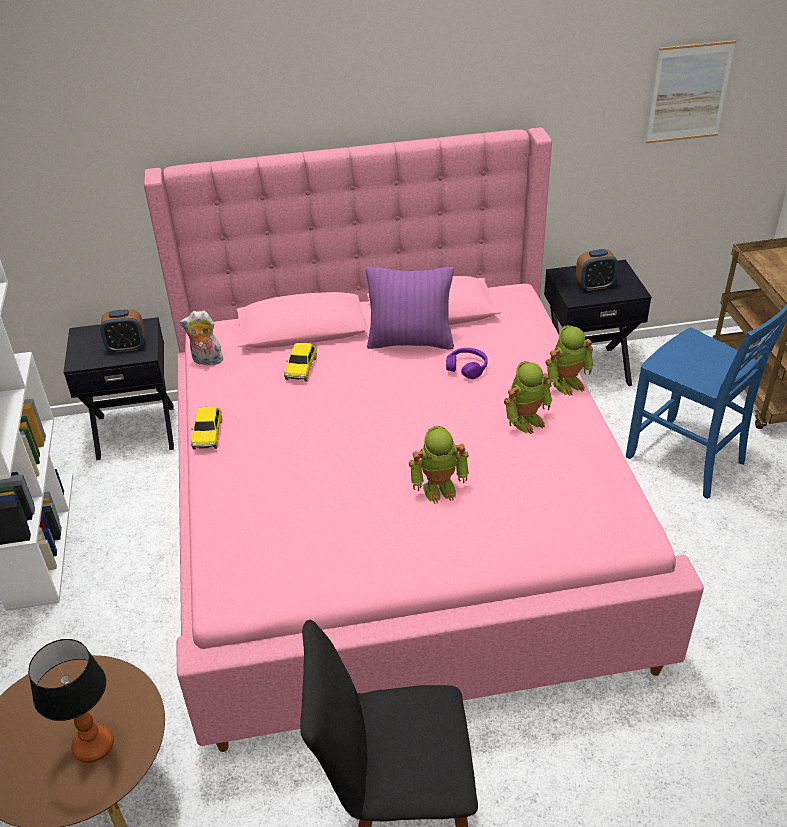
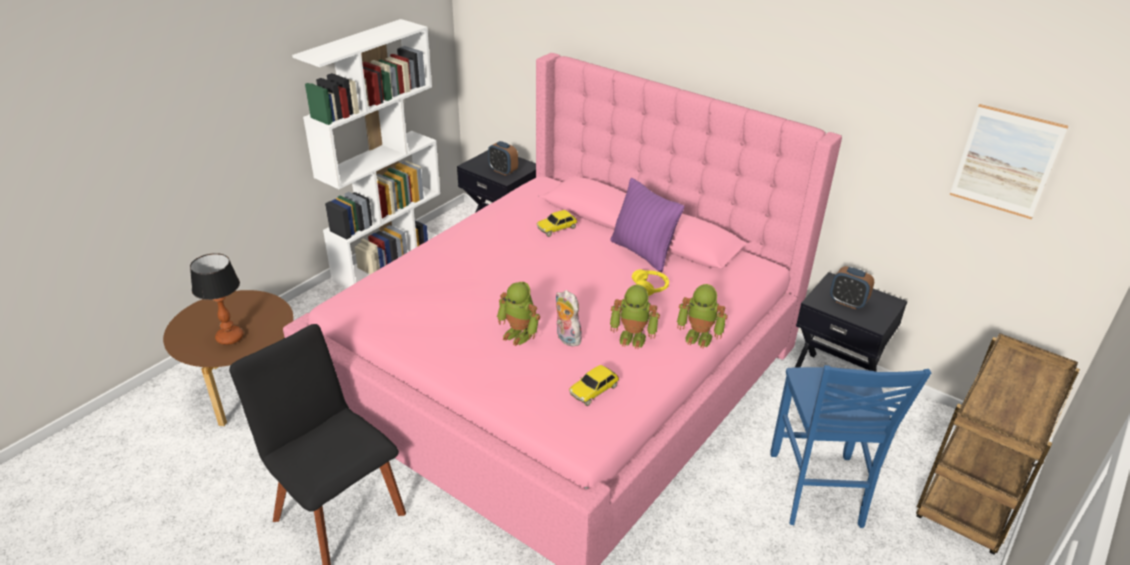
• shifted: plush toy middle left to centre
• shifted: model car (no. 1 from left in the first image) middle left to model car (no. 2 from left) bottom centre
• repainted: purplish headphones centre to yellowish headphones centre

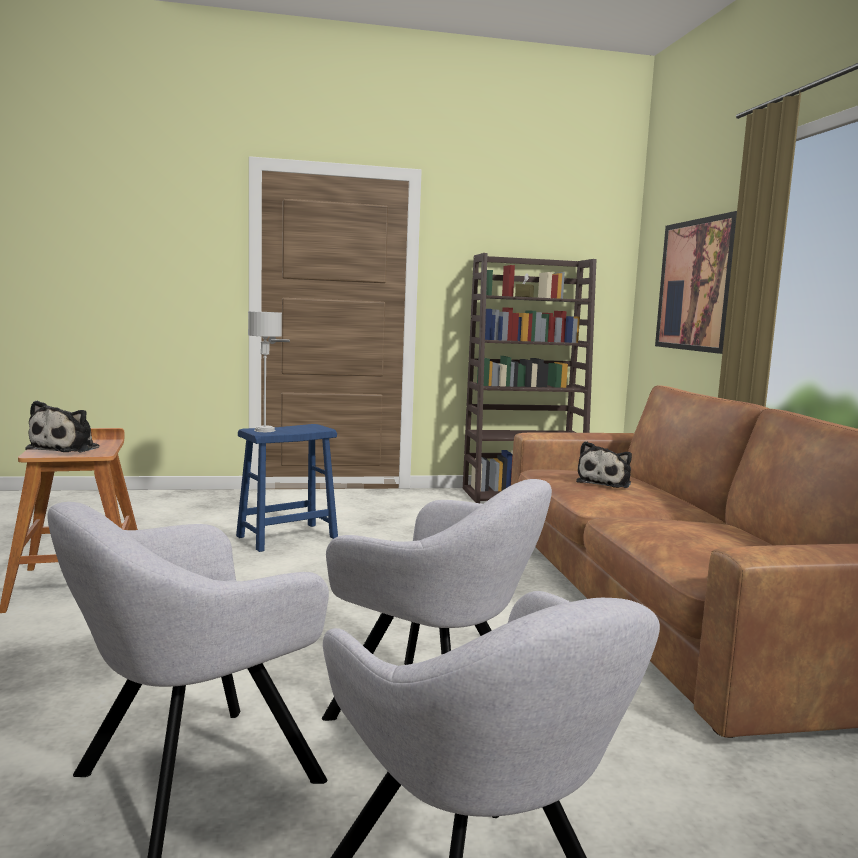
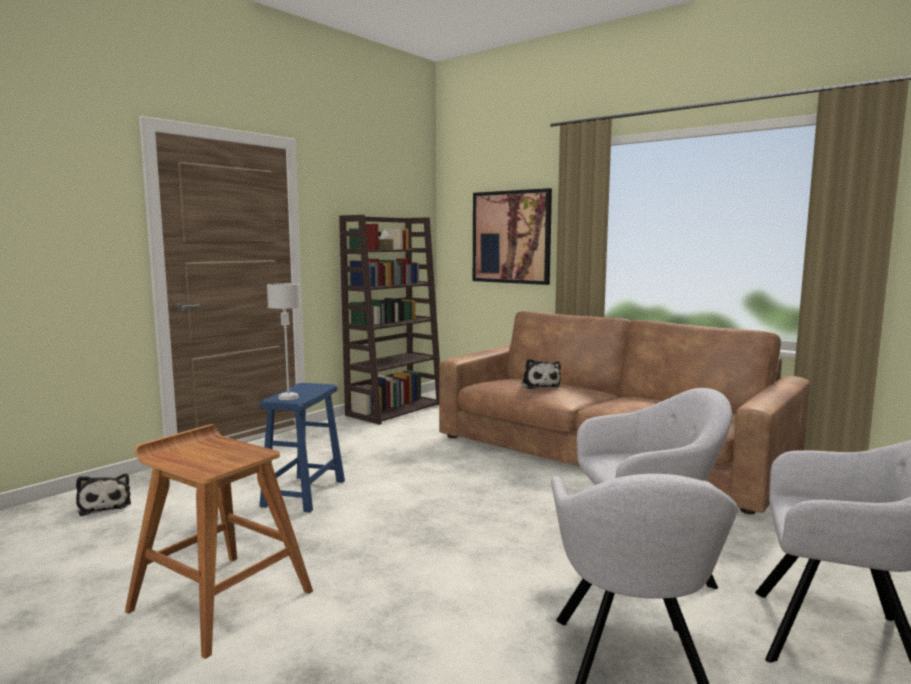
• shifted: plush toy (no. 1 from left) middle left to bottom left

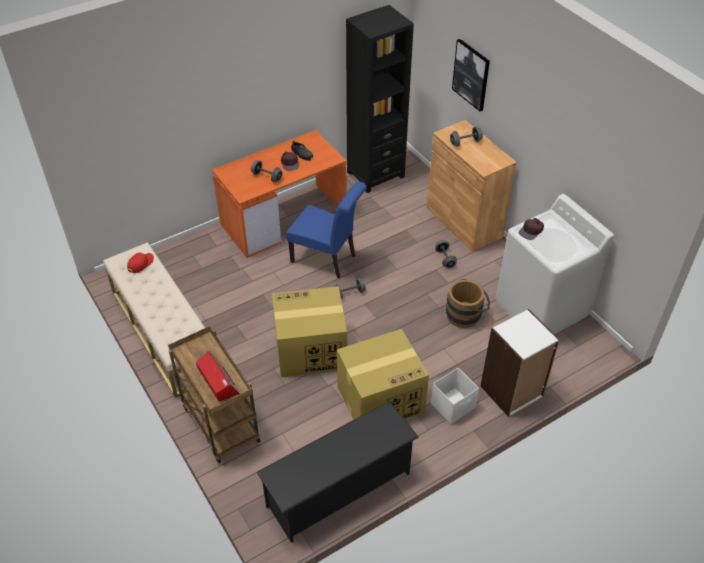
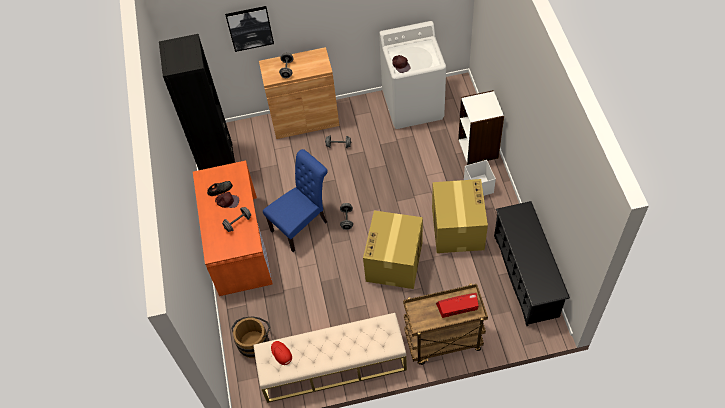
• shifted: brown-coloured bucket centre to bottom centre

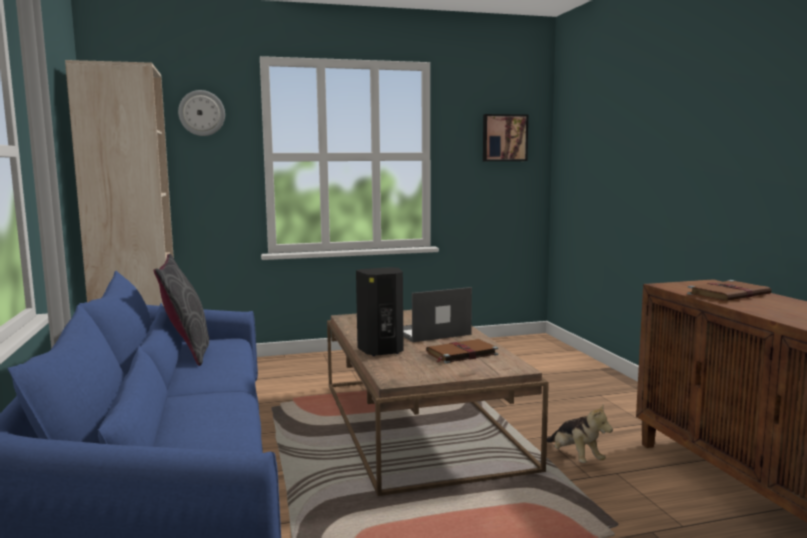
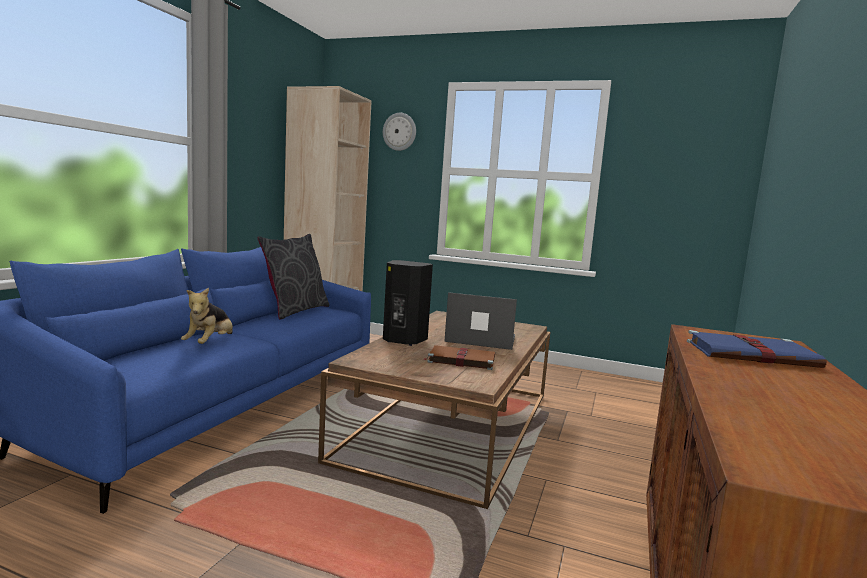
• gone: wall art top centre
• shifted: plush toy bottom right to middle left
• repainted: brown-coloured bound book (no. 2 from left) middle right to bluish bound book middle right

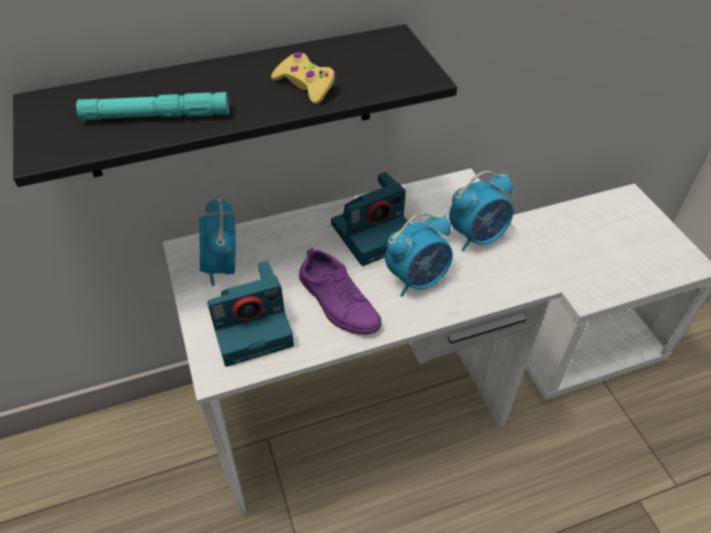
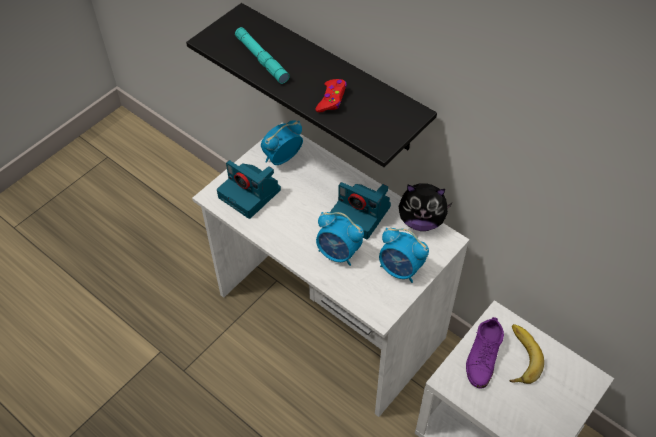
• new: plush toy centre
• new: banana fruit bottom right
• shifted: purplish item of footwear centre to bottom right
• repainted: yellowish game controller top centre to reddish game controller top centre

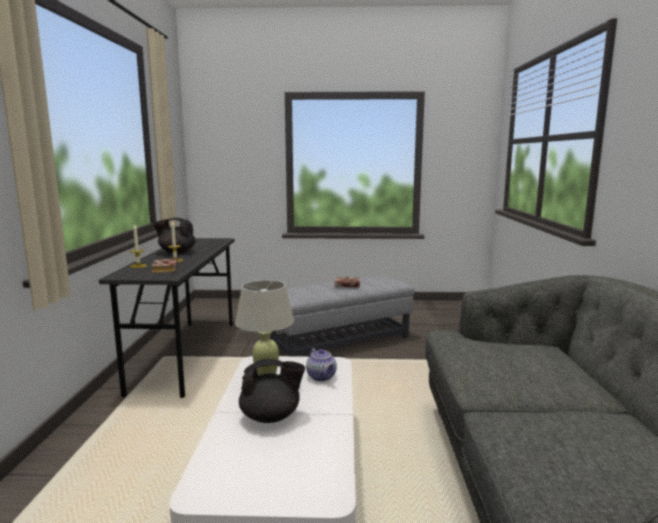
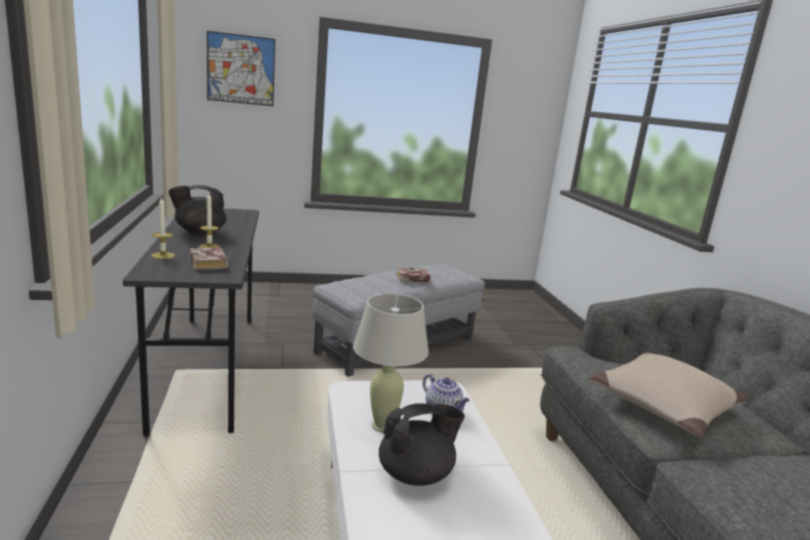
• new: wall art top left
• new: beige-coloured cushion bottom right

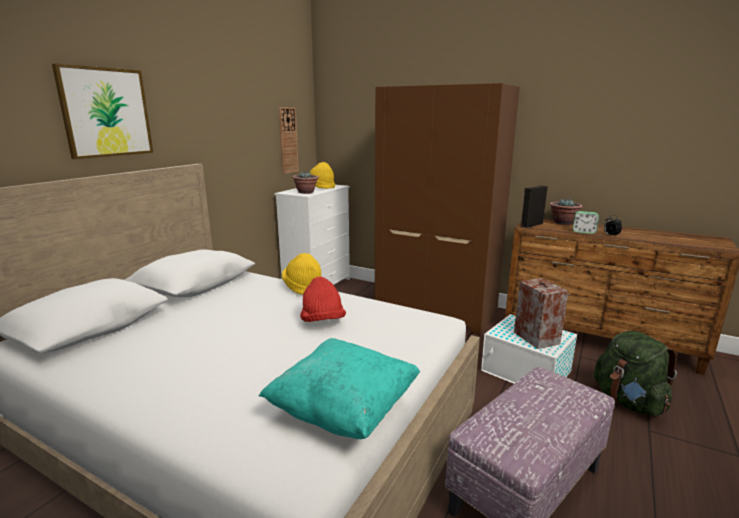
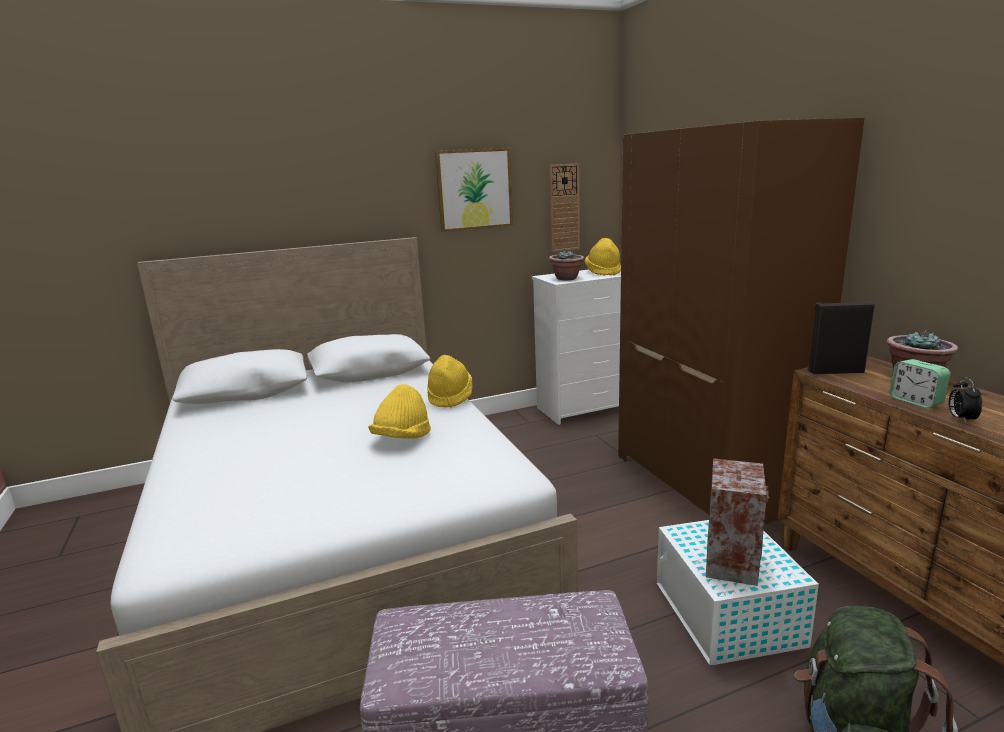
• gone: blue-green cushion bottom centre
• shifted: wall art top left to top centre
• repainted: reddish clothing hat centre to yellowish clothing hat (no. 1 from left) centre

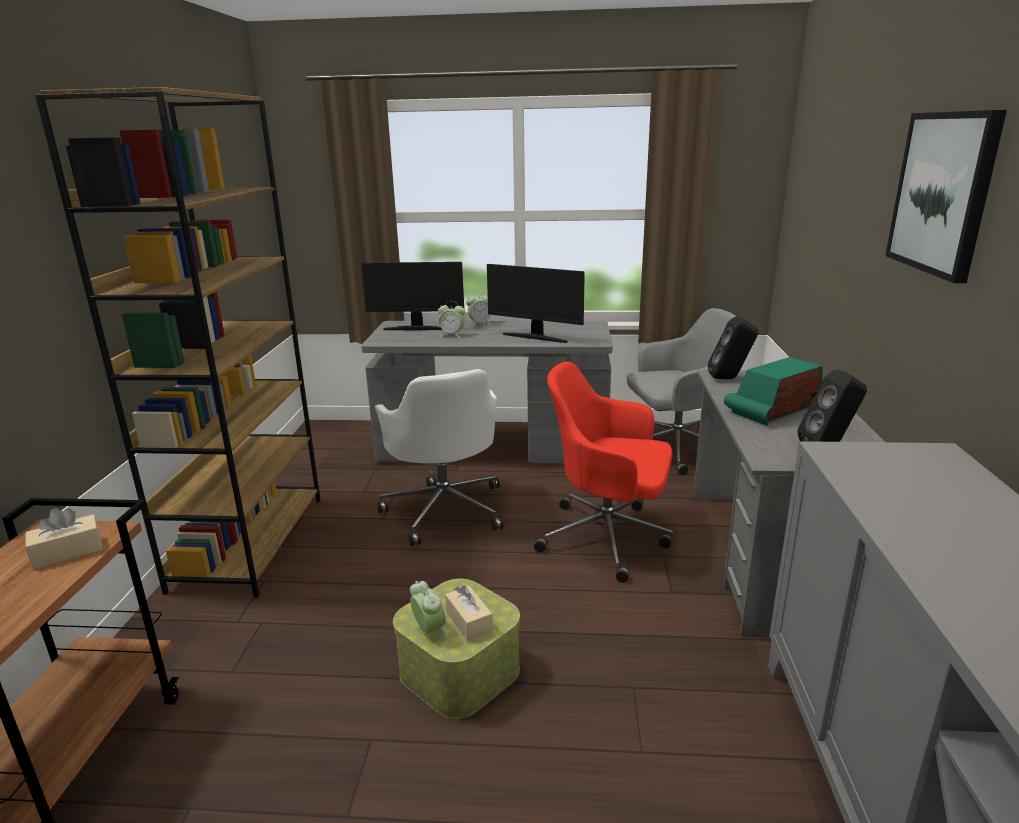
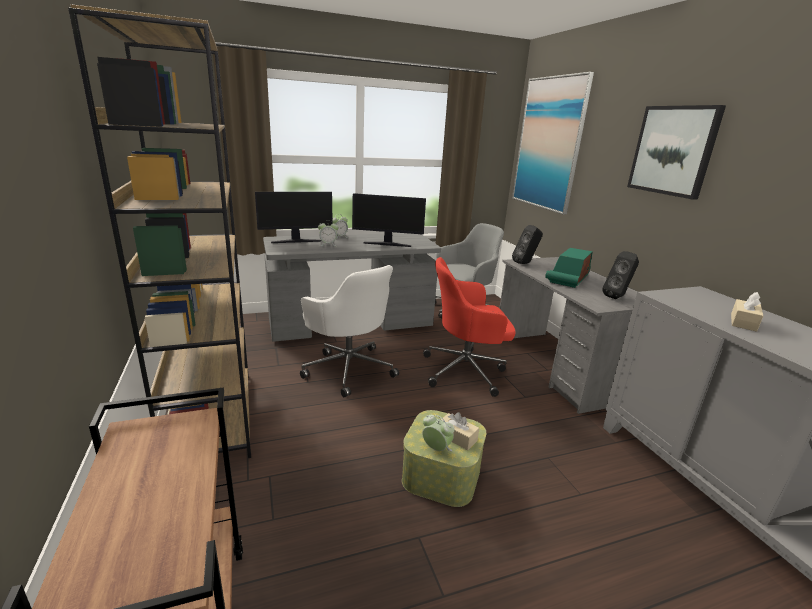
• new: wall art (no. 1 from left) top right
• shifted: beige-coloured tissue holder (no. 1 from left in the first image) middle left to beige-coloured tissue holder (no. 2 from left) middle right

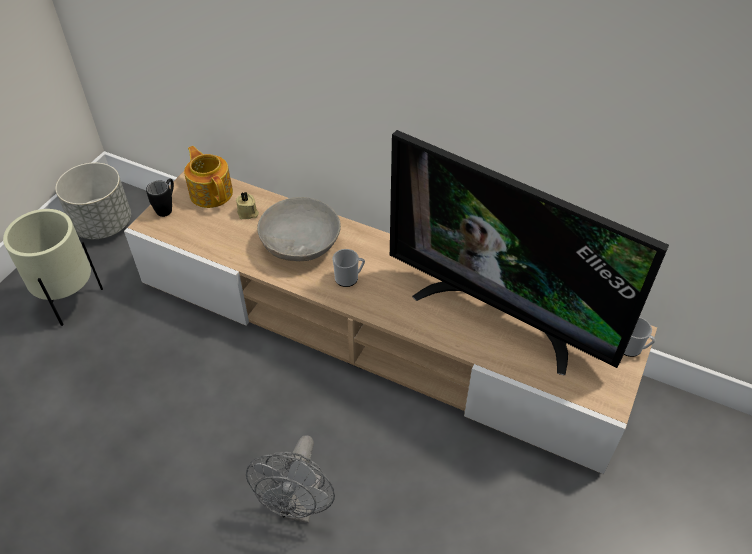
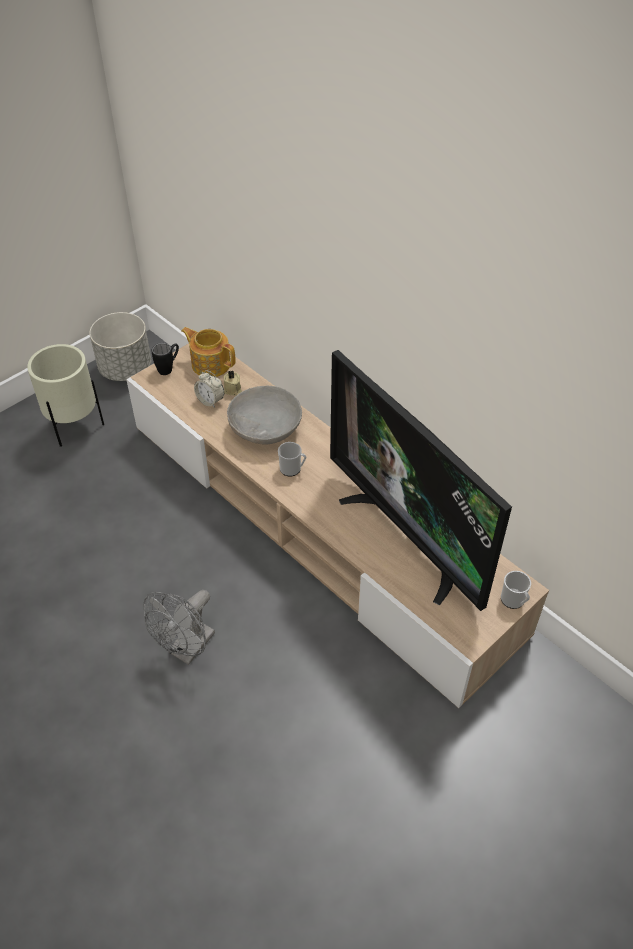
• new: alarm clock middle left
• rotated: teapot top left = middle left 45 degrees counterclockwise

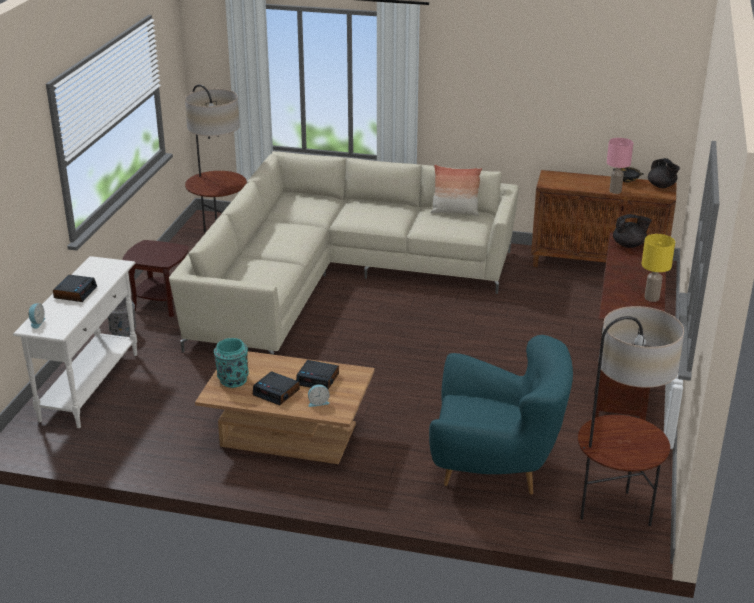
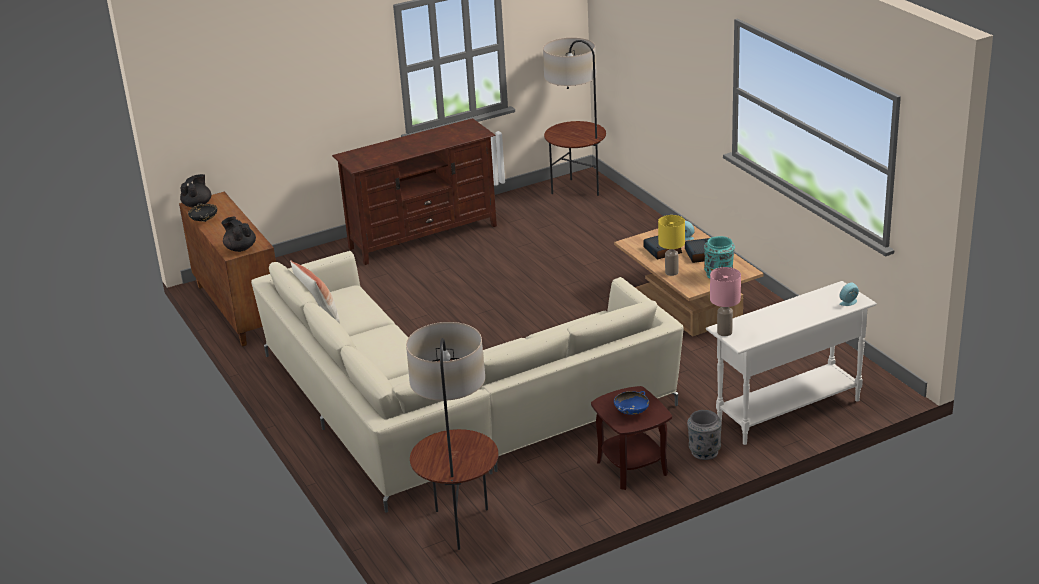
• gone: alarm clock (no. 2 from left) middle left
• gone: blue-green armchair bottom centre
• new: bluish deep dish bottom centre
• shifted: pink-coloured lamp for a table top right to middle right
• shifted: black-coloured teapot (no. 1 from left in the first image) middle right to black-coloured teapot (no. 2 from left) middle left
• shifted: yellowish lamp for a table middle right to centre

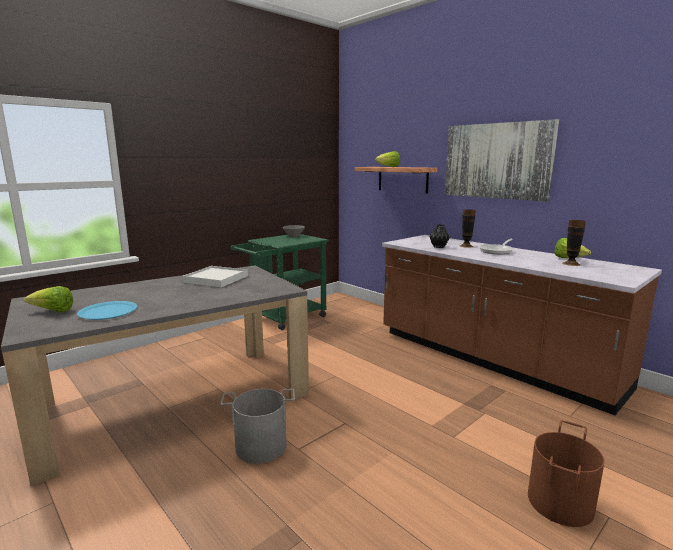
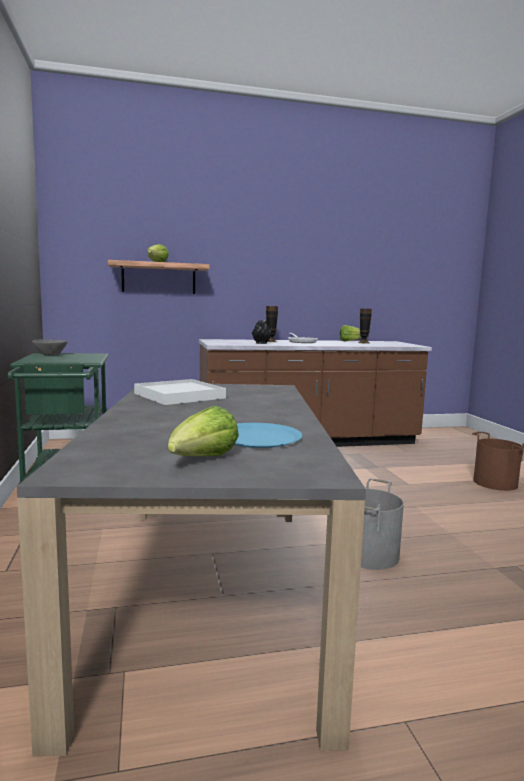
• gone: wall art top right

